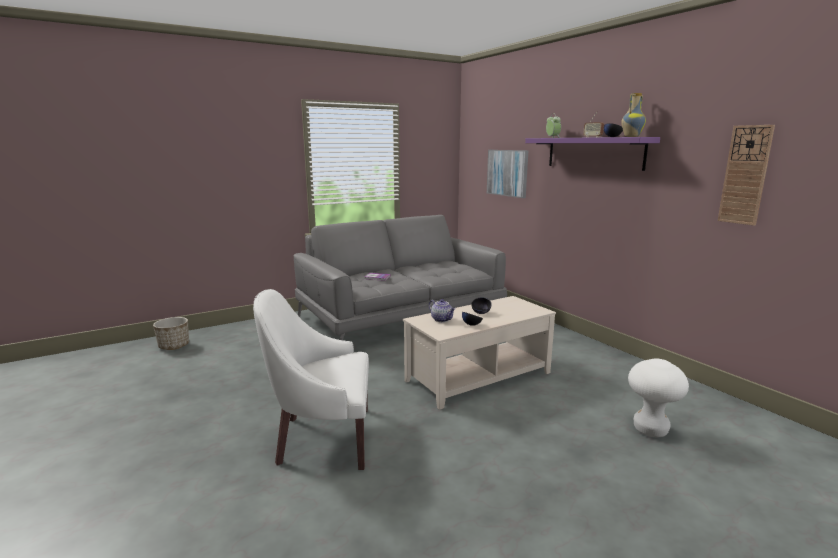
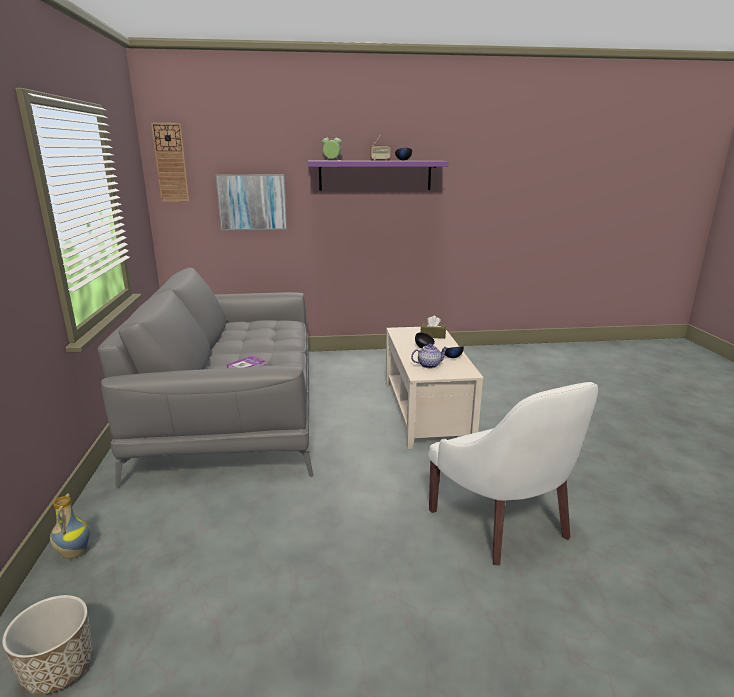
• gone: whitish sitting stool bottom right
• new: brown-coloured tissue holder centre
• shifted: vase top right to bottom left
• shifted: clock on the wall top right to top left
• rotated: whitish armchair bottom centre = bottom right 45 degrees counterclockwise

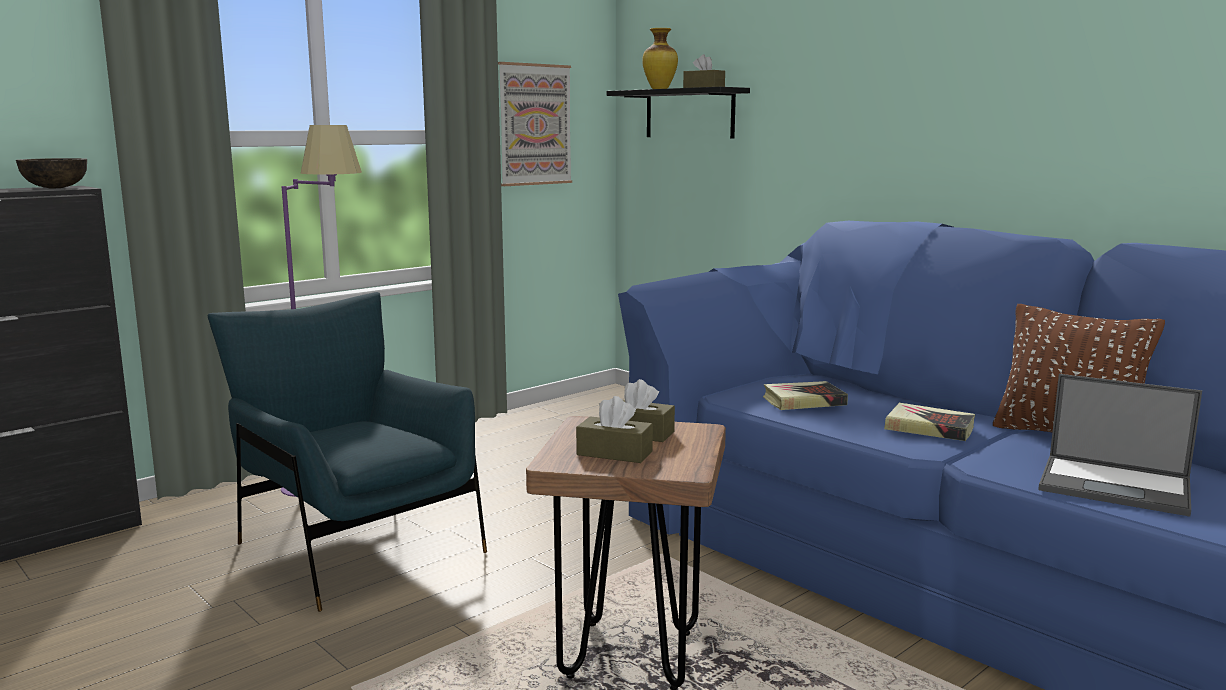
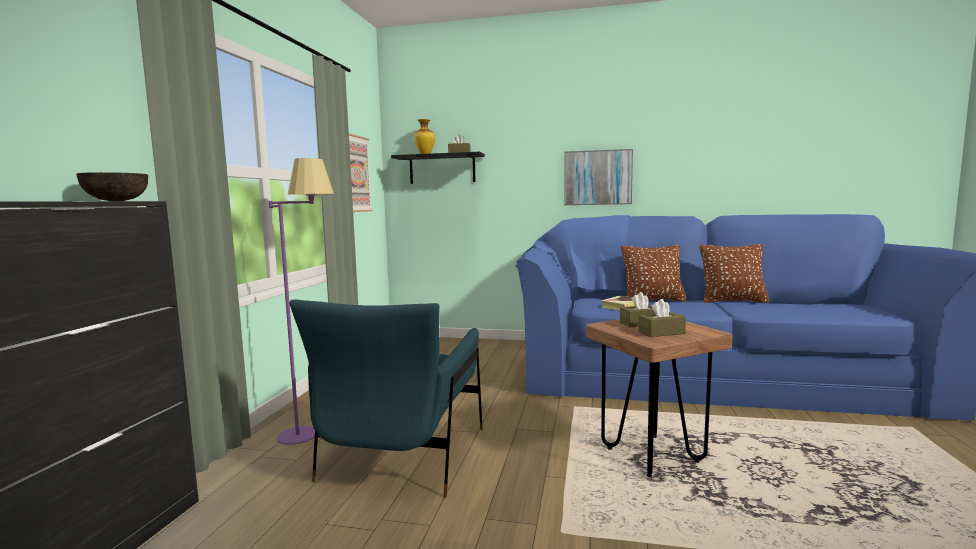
• gone: bound book (no. 2 from left) middle right
• gone: notebook computer middle right
• new: wall art (no. 2 from left) top centre
• new: brown-coloured cushion (no. 1 from left) middle right
• rotated: bluish armchair middle left = bottom centre 90 degrees counterclockwise

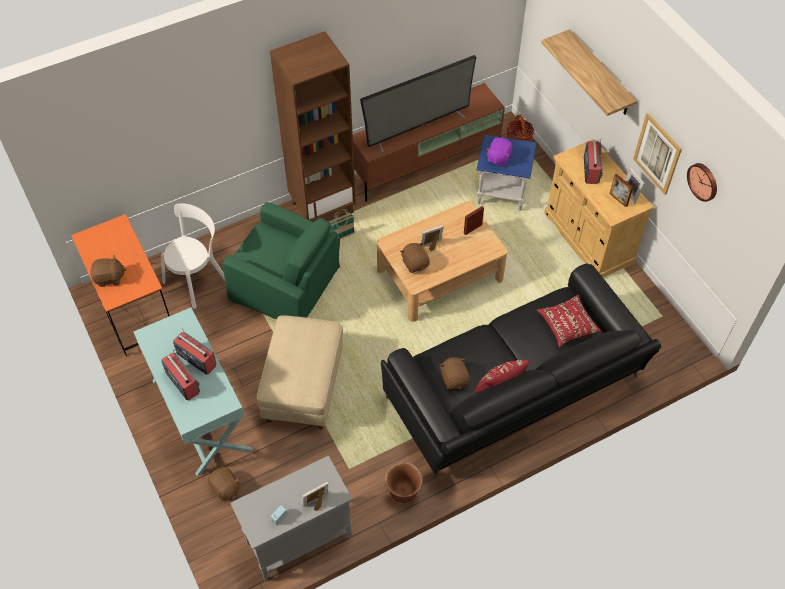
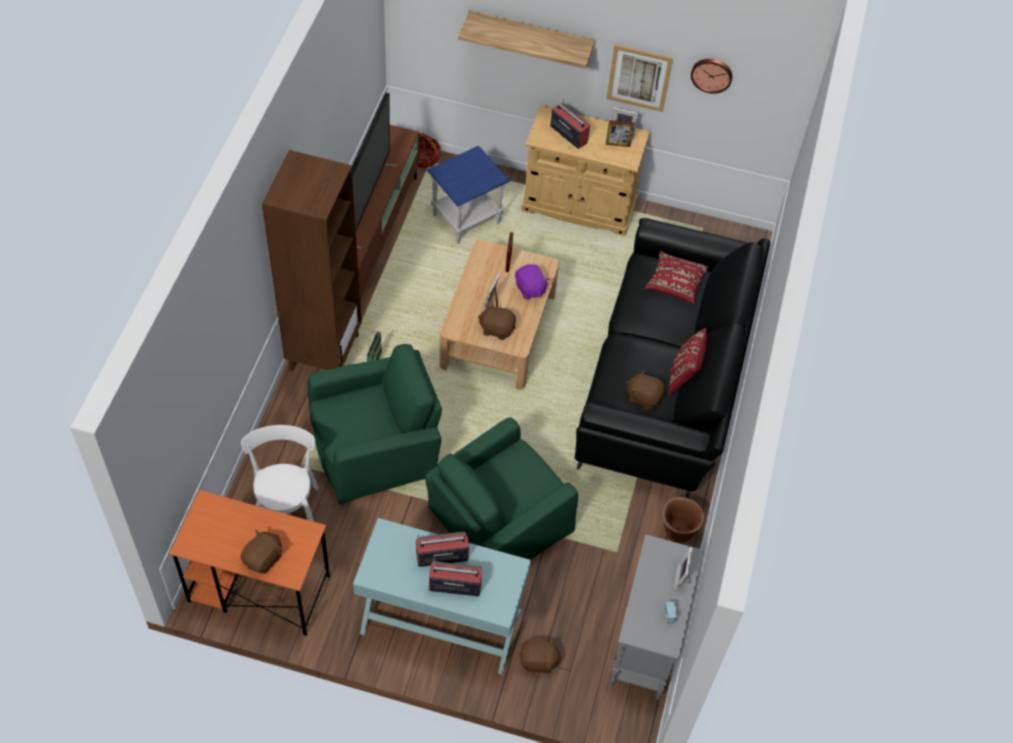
• shifted: purplish plush toy top centre to centre
• swapped: beige-coloured pouffe centre to green armchair (no. 2 from left) centre

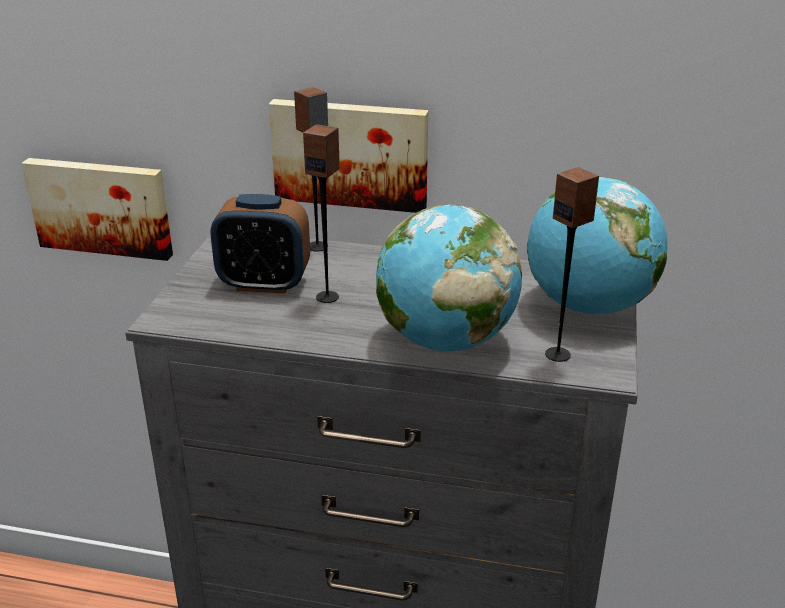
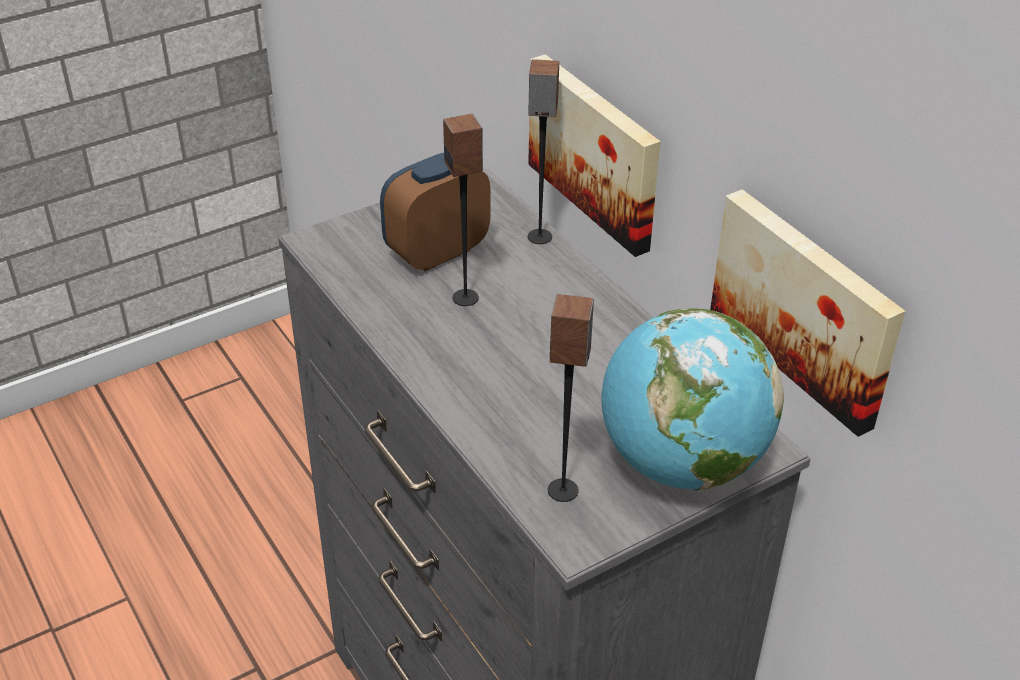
• gone: desk globe (no. 1 from left) centre
• shifted: wall art (no. 1 from left in the first image) middle left to wall art (no. 2 from left) middle right
• rotated: alarm clock middle left = top centre 90 degrees clockwise

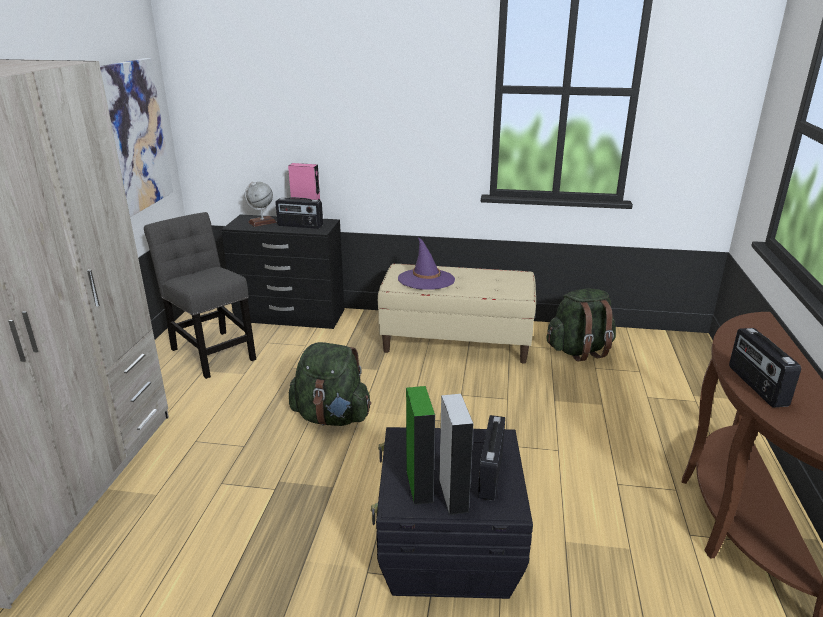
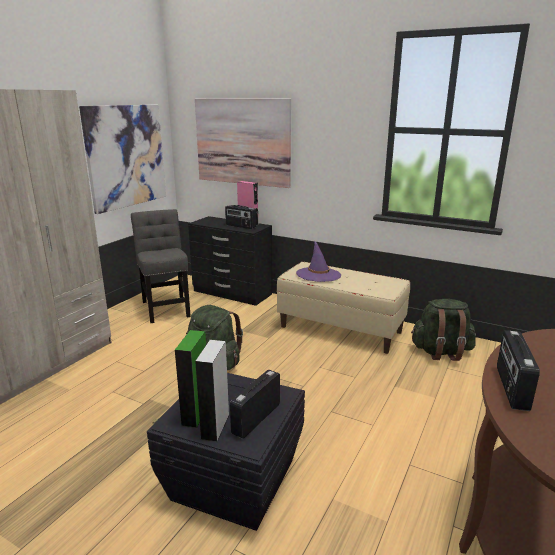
• gone: desk globe top left
• new: wall art (no. 2 from left) top centre

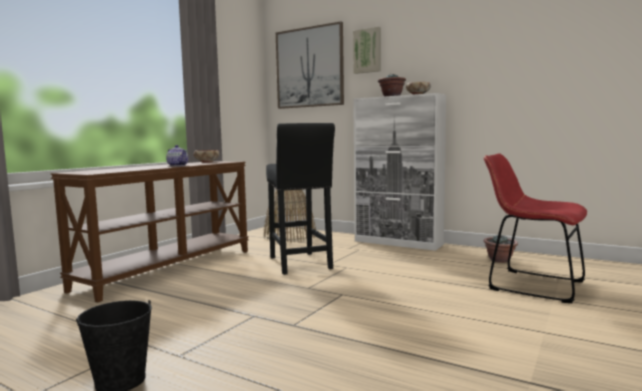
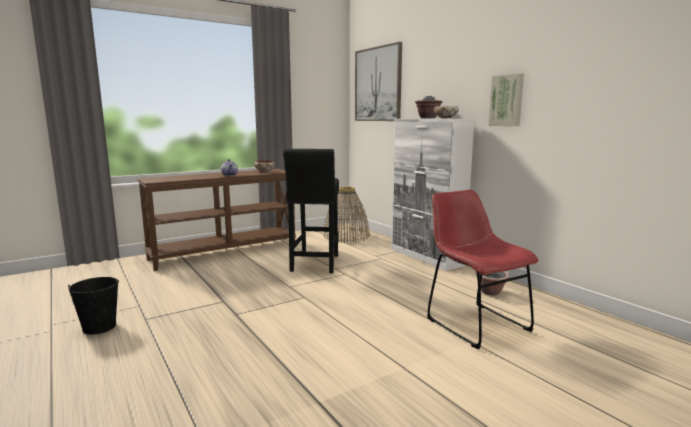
• shifted: wall art (no. 2 from left) top centre to top right

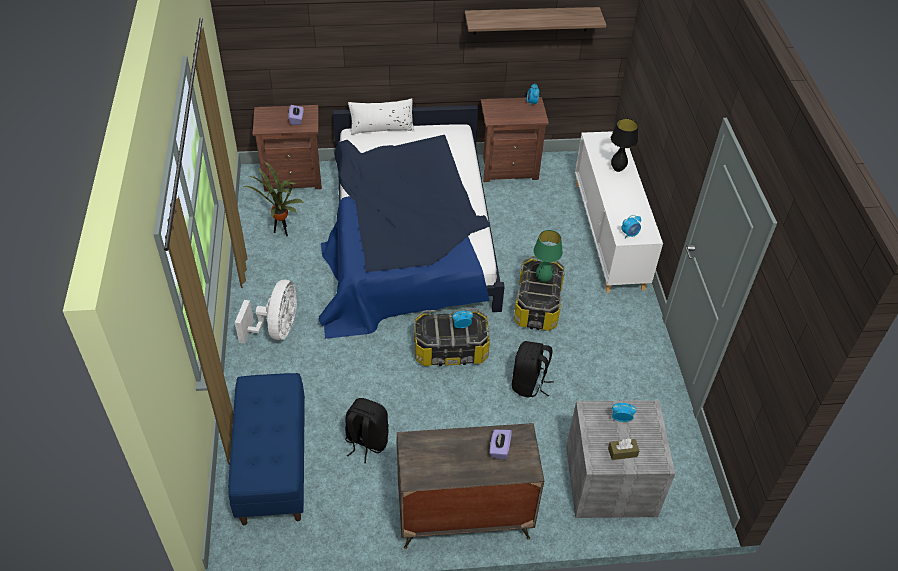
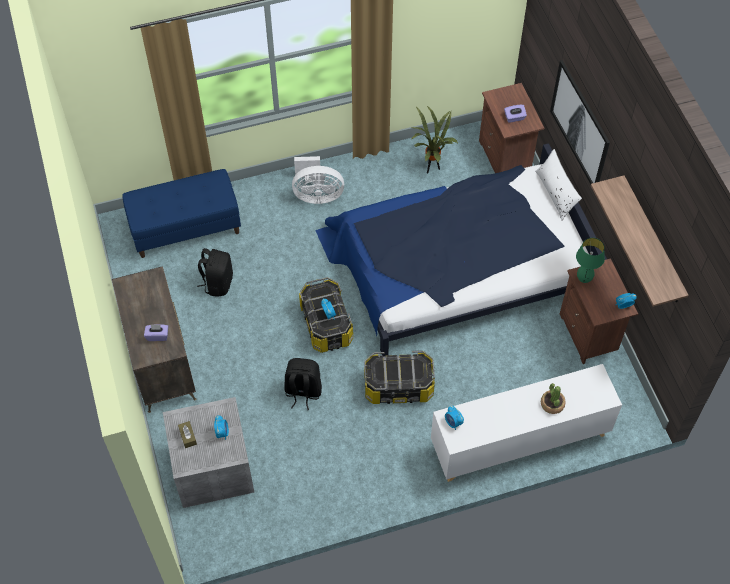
• new: wall art top right
• shifted: green lamp for a table centre to middle right
• swapped: black-coloured lamp for a table top right to houseplant (no. 2 from left) bottom right

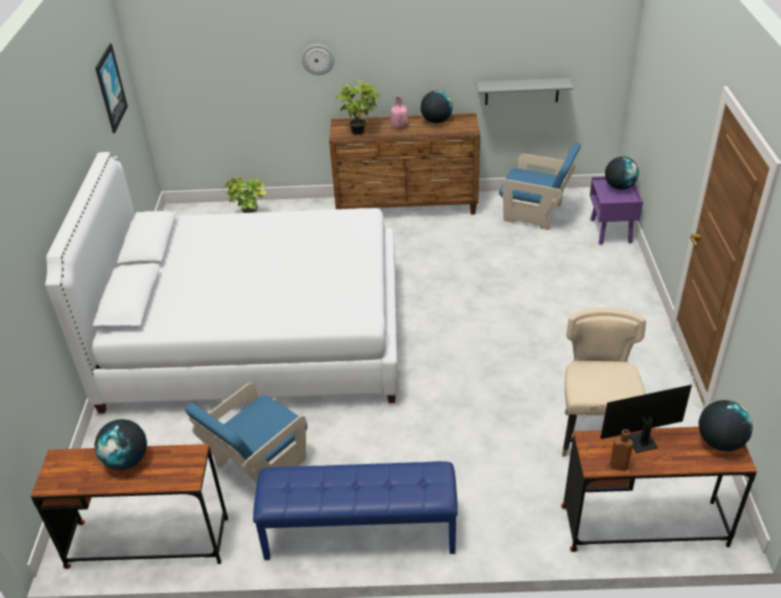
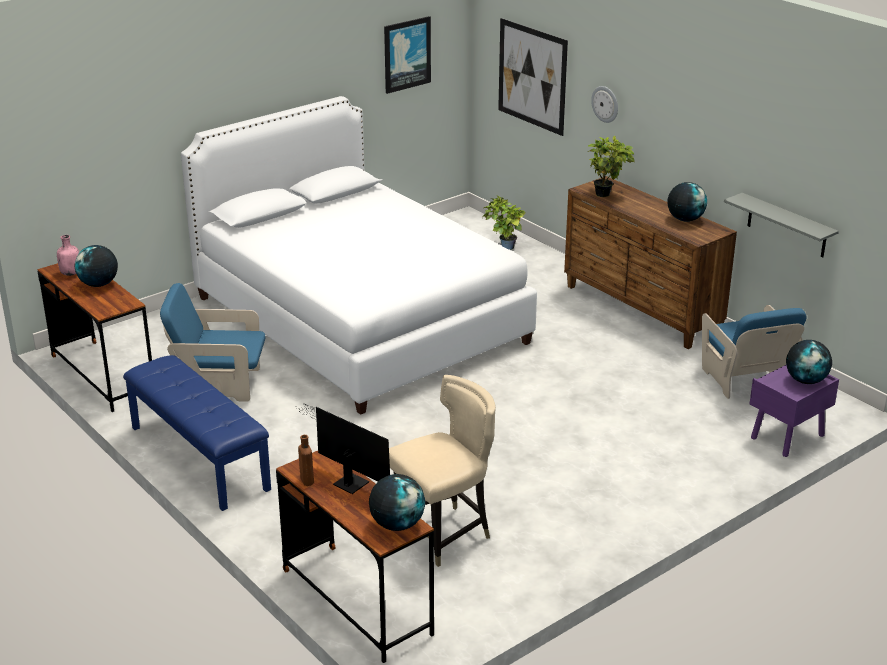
• new: wall art (no. 2 from left) top centre
• shifted: pink-coloured bottle top centre to middle left

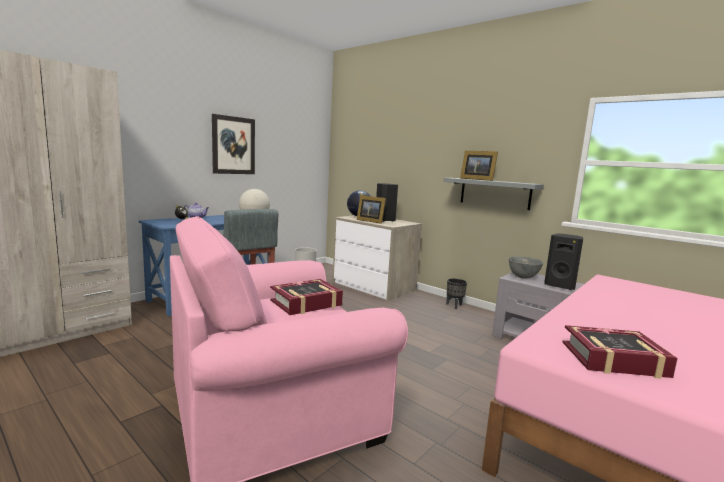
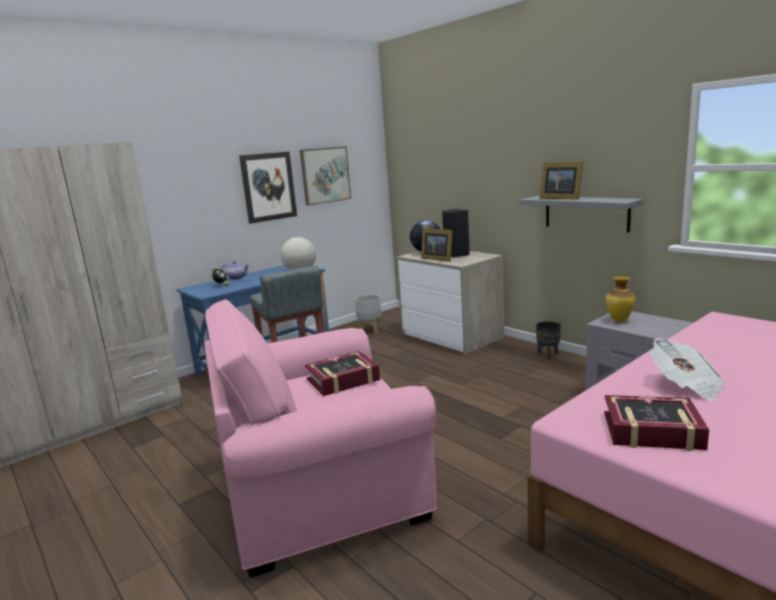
• gone: black-coloured speaker (no. 2 from left) middle right
• new: wall art (no. 2 from left) top centre
• new: printed paper middle right
• swapped: gray deep dish middle right to vase middle right

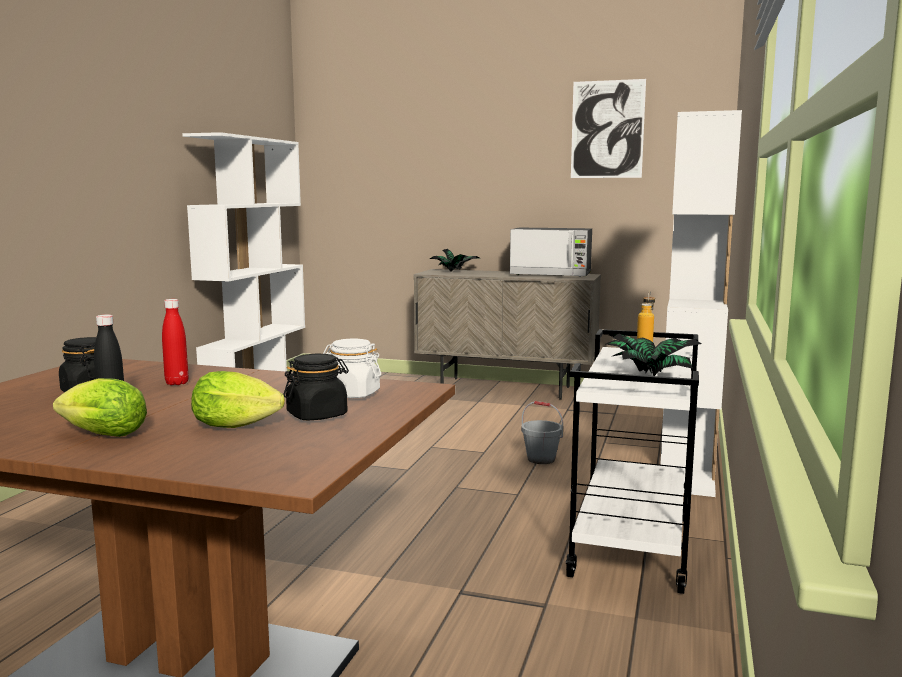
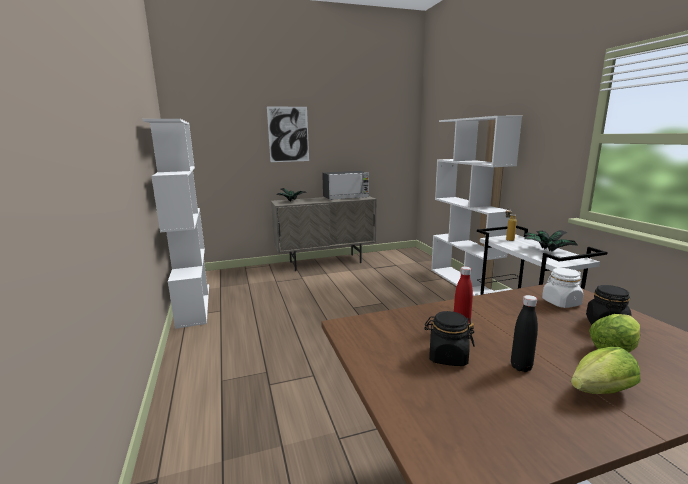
• gone: gray bucket centre
• shifted: wall art top right to top centre

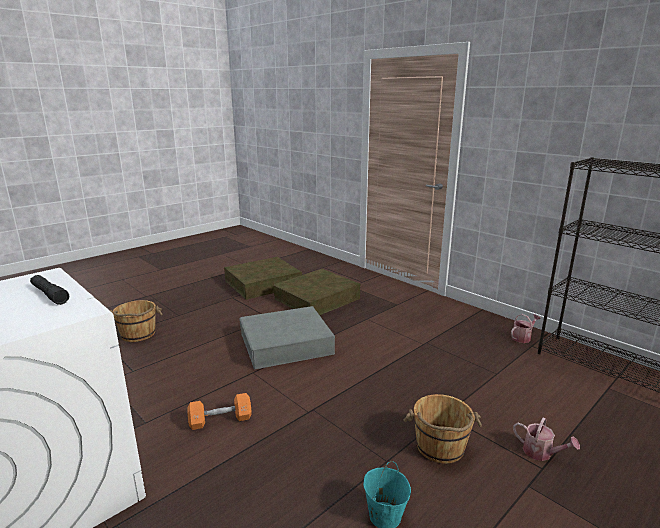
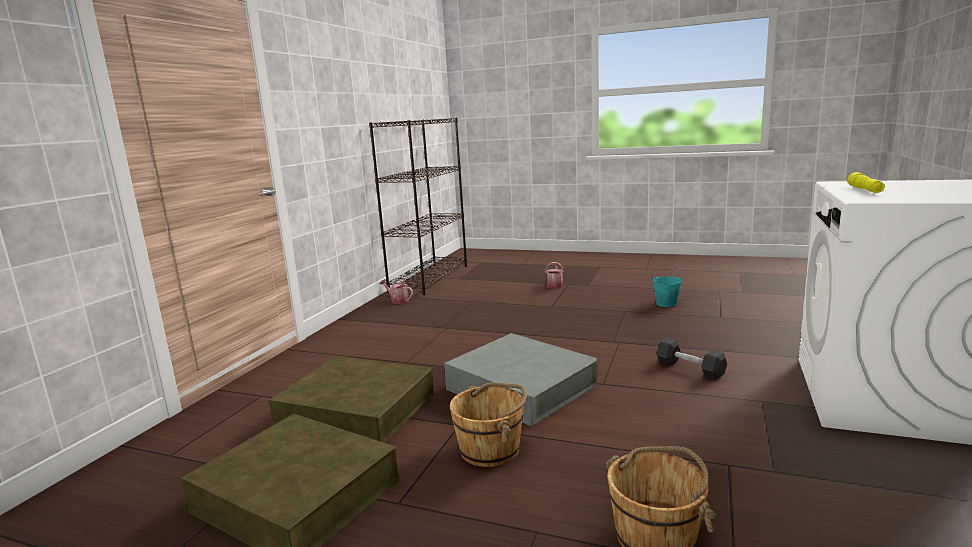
• shifted: brown-coloured bucket (no. 2 from left in the first image) bottom right to brown-coloured bucket (no. 1 from left) bottom centre
• repainted: black-coloured hand torch middle left to yellowish hand torch top right
• repainted: orange hand weight bottom left to black-coloured hand weight middle right

